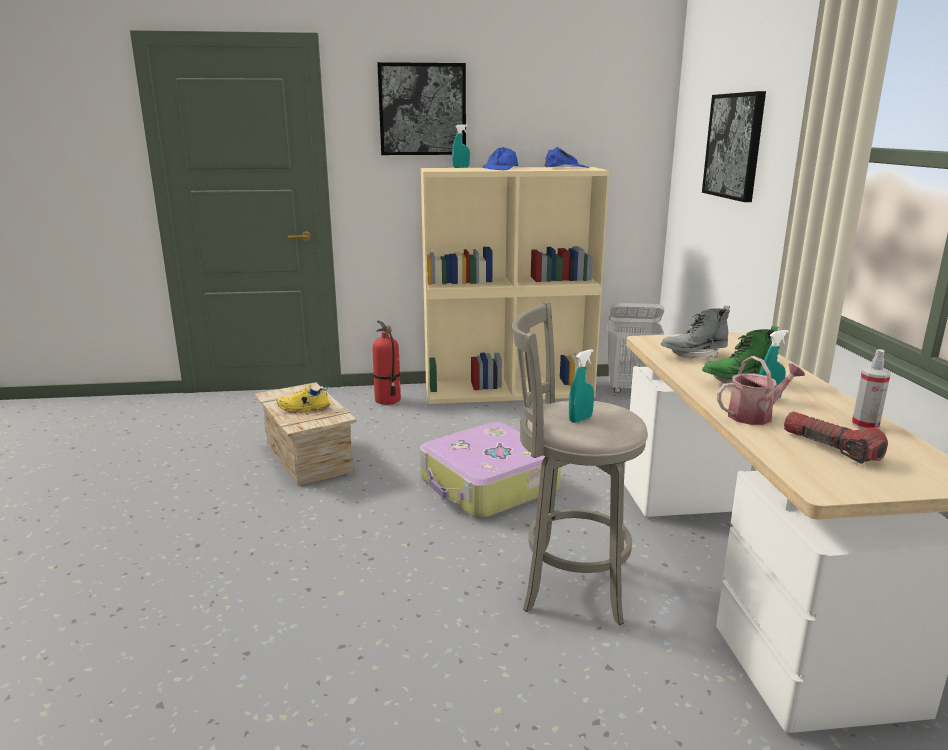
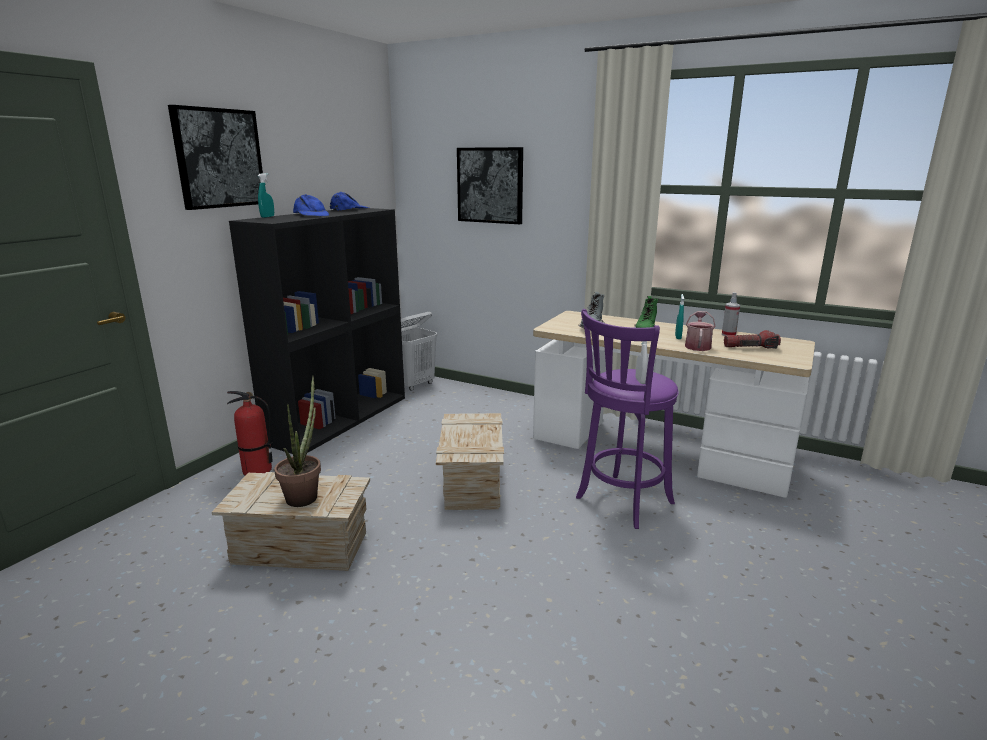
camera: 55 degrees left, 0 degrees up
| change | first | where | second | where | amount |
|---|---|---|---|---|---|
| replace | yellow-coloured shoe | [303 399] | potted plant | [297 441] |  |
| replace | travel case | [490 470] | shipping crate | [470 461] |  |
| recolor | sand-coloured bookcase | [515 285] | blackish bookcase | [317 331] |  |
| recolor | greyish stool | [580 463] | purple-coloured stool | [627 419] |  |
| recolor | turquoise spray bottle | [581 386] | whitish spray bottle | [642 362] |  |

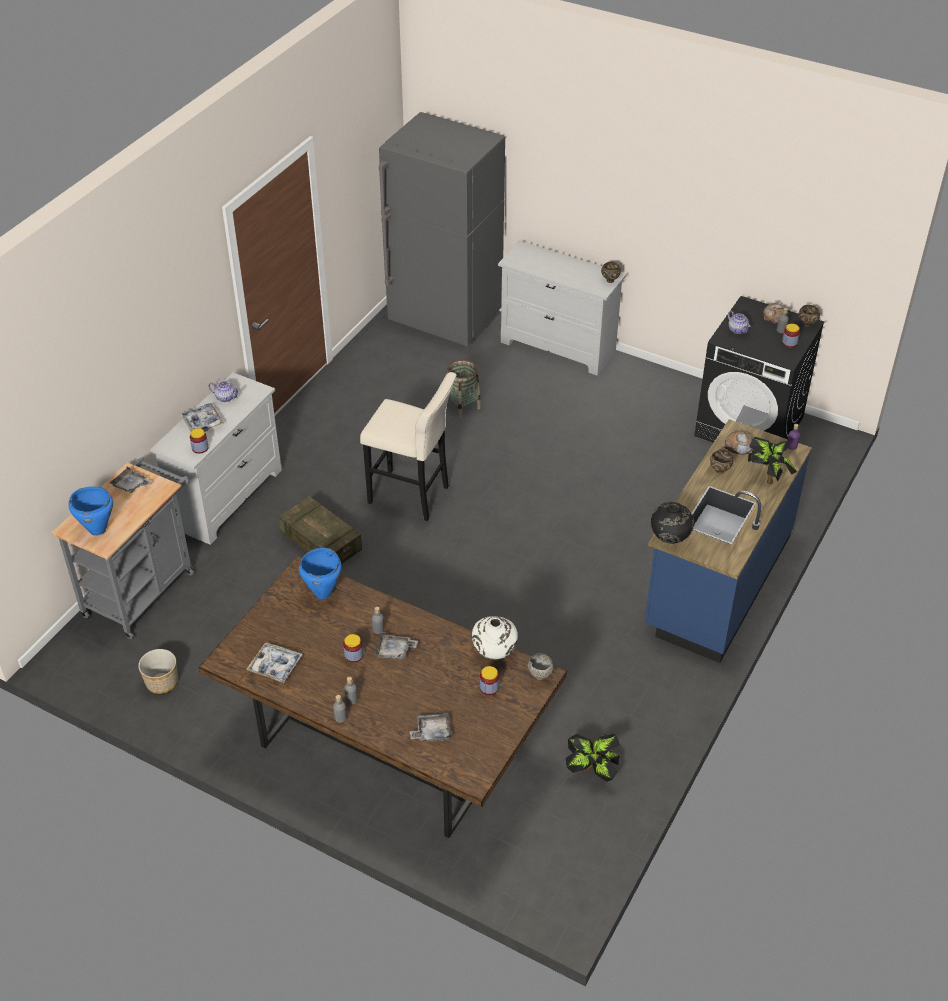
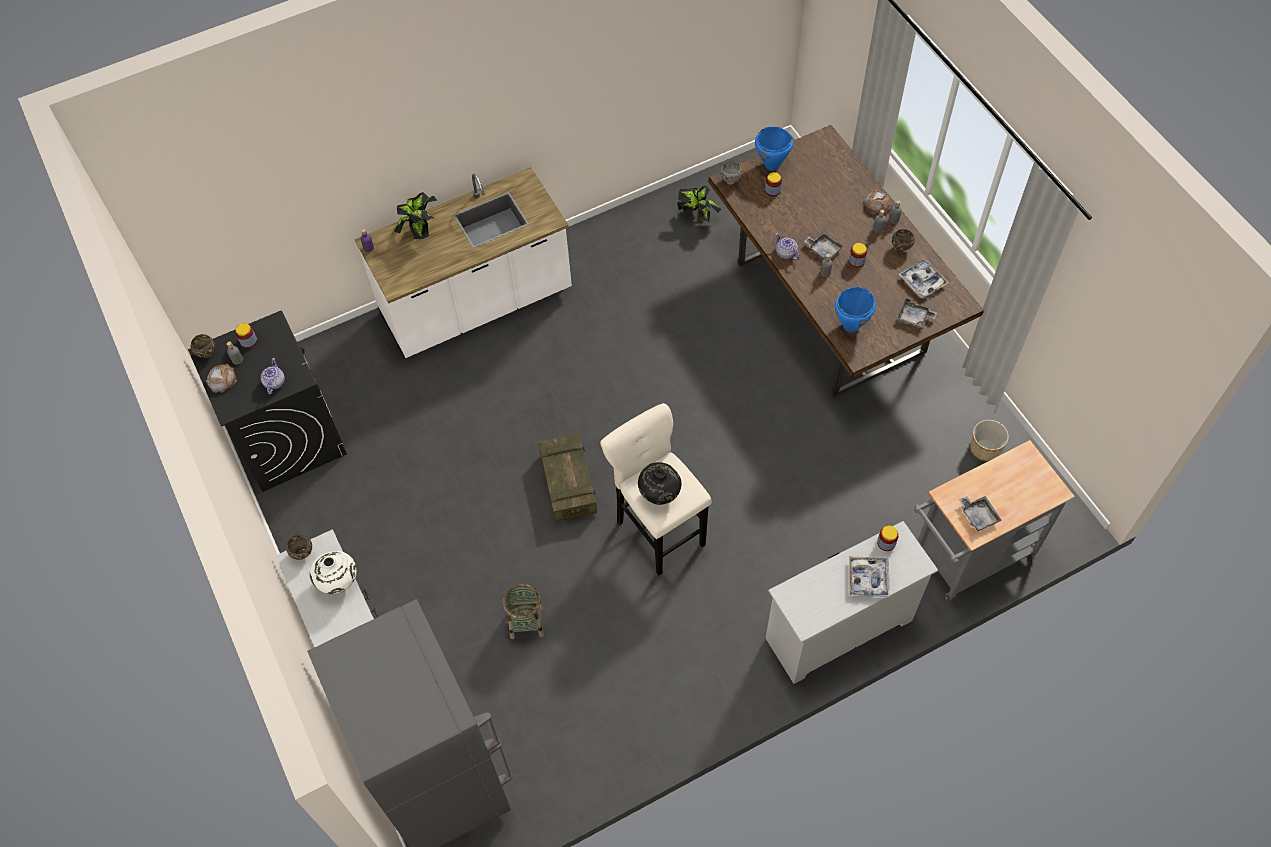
camera: 145 degrees left, 15 degrees up
| change | first | where | second | where | amount |
|---|---|---|---|---|---|
| move | bluish stockpot | [91 511] |  | [774 148] |  |
| move | pot for tea | [224 391] |  | [787 246] |  |
| move | shipping crate | [320 530] |  | [567 478] |  |
| move | greyish tray | [431 727] |  | [917 313] |  |
| move | whitish vase | [495 638] |  | [333 572] |  |
| move | blackish vase | [673 523] |  | [659 483] |  |
| move | brownish serving bowl | [721 462] |  | [903 240] |  |
| move | bakery bread | [738 443] |  | [878 202] |  |
| recolor | bluish counter | [728 541] | whitish counter | [463 262] |  |

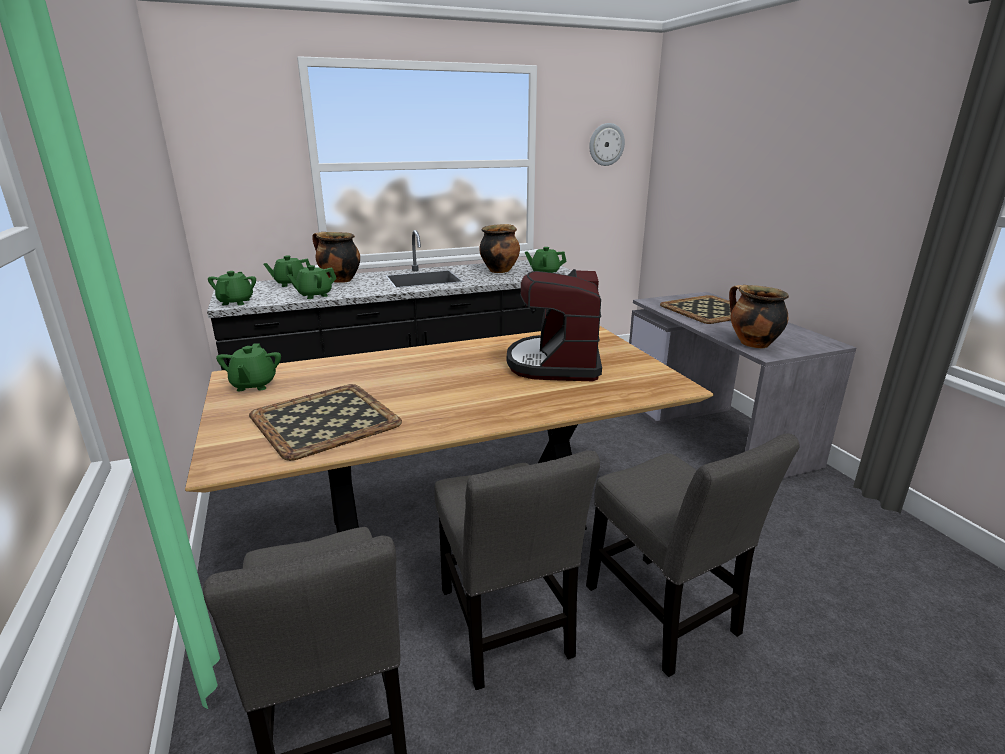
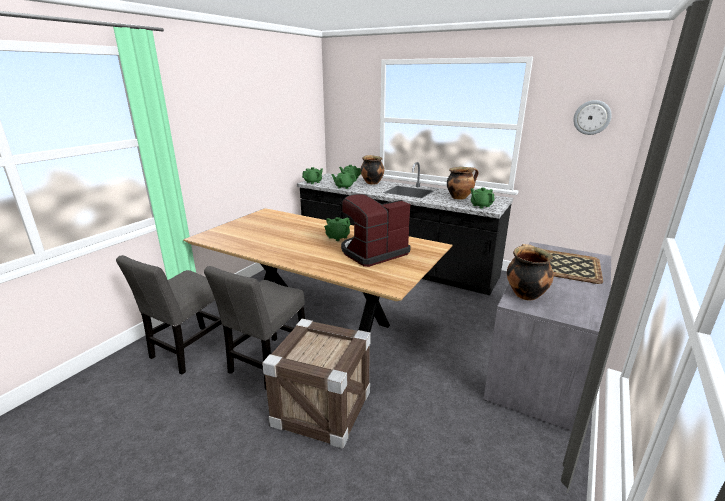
camera: 50 degrees right, 0 degrees up
| change | first | where | second | where | amount |
|---|---|---|---|---|---|
| delete | tray | [325 422] |  |  |  |
| move | green-coloured pot for tea | [248 367] |  | [337 229] |  |
| replace | greyish upright chair | [693 555] | shipping crate | [316 384] |  |

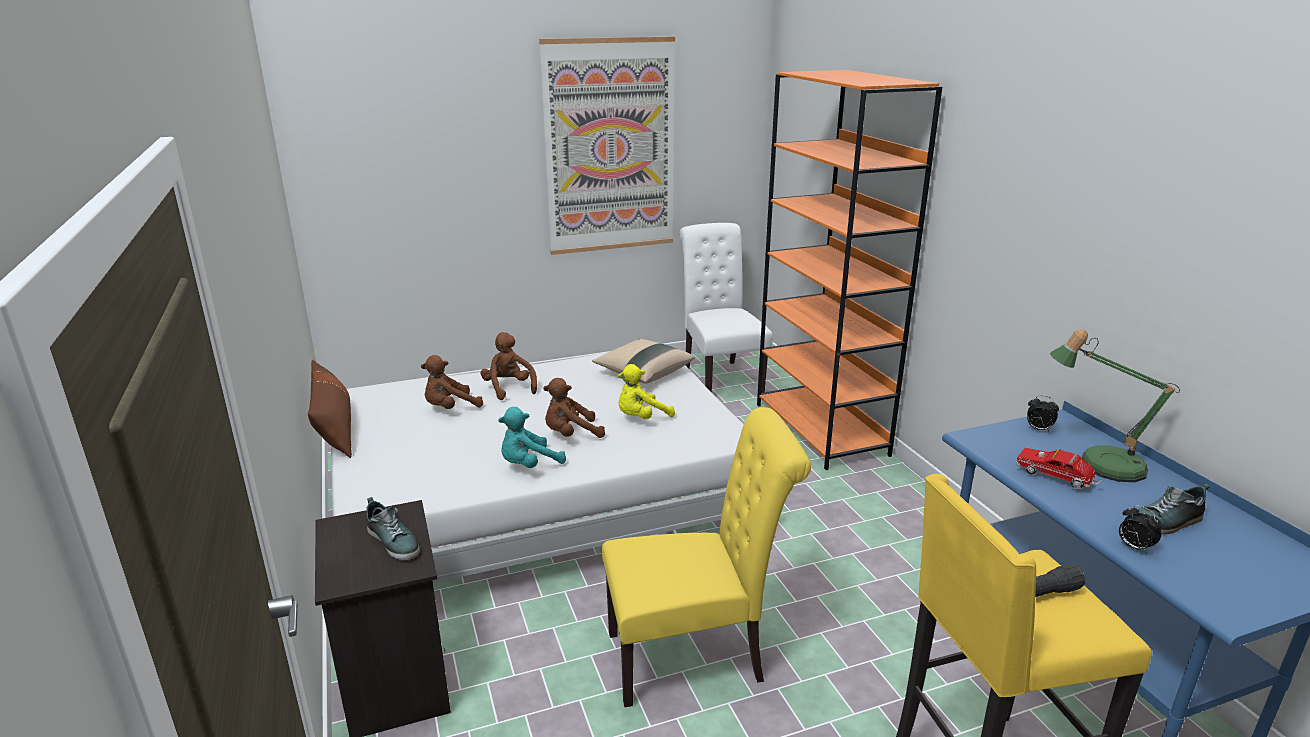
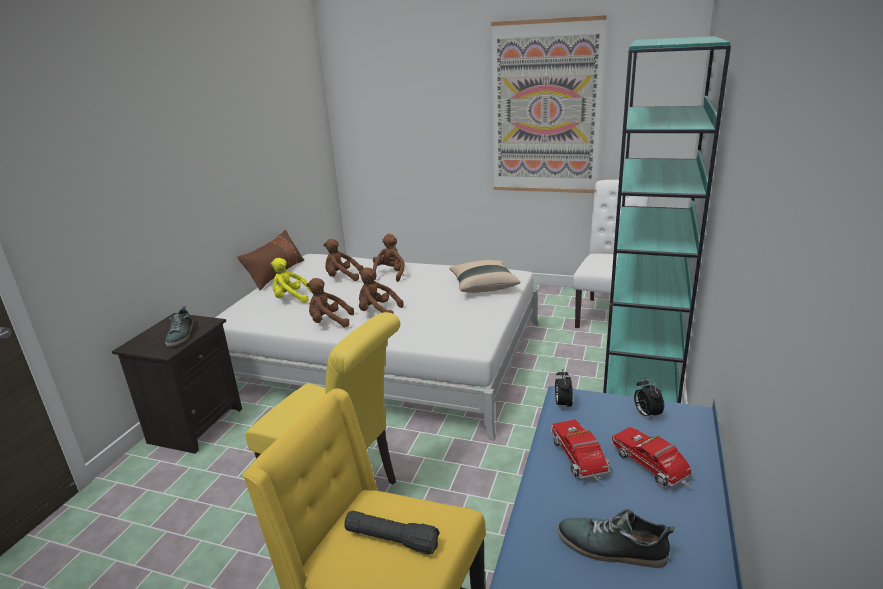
camera: 40 degrees right, 0 degrees up
| change | first | where | second | where | amount |
|---|---|---|---|---|---|
| move | yellow-coloured plush toy | [646 391] |  | [291 280] |  |
| move | table clock | [1140 529] |  | [564 389] |  |
| replace | lamp for a table | [1115 405] | toy truck | [652 457] |  |
| recolor | turquoise plush toy | [532 437] | brownish plush toy | [330 302] |  |
| recolor | orangey bookcase | [849 270] | turquoise bookcase | [667 219] |  |

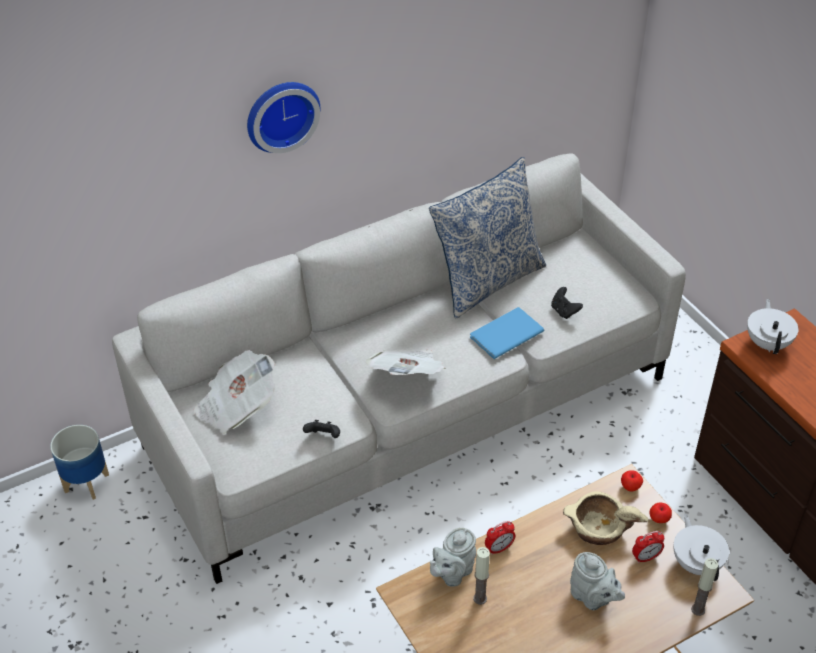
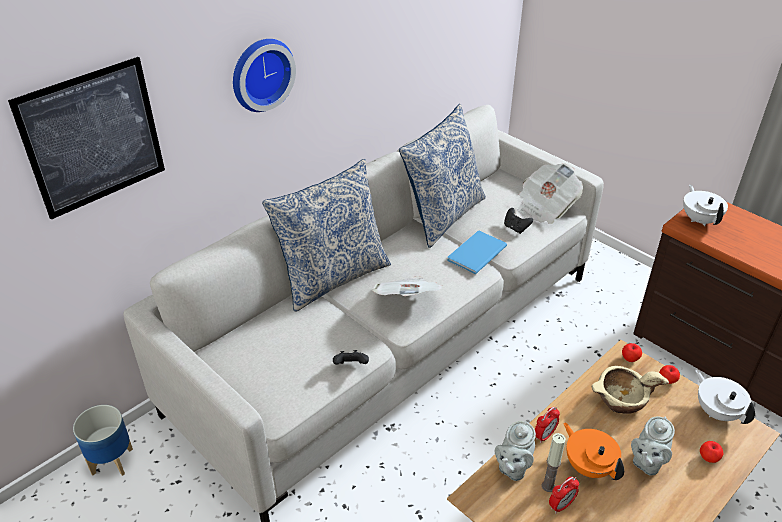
camera: 15 degrees left, 5 degrees down
| change | first | where | second | where | amount |
|---|---|---|---|---|---|
| delete | wax light | [704 587] |  |  |  |
| insert |  |  | wall picture | [86 138] |  |
| insert |  |  | pillow | [326 235] |  |
| insert |  |  | orangey pot for tea | [593 451] |  |
| insert |  |  | apple | [711 452] |  |
| move | printed paper | [234 392] |  | [549 194] |  |
| move | table clock | [648 547] |  | [564 495] |  |
| rotate | greyish pot for tea | [597 581] |  | [653 445] | 90 degrees clockwise |

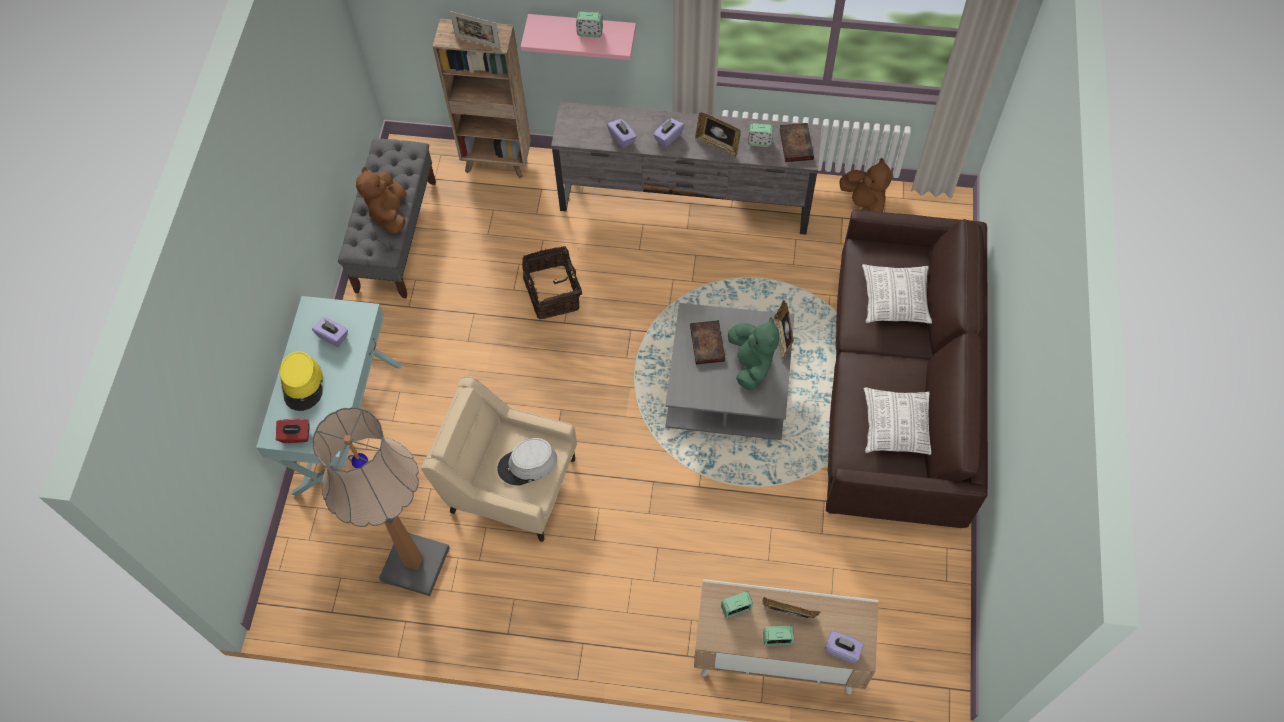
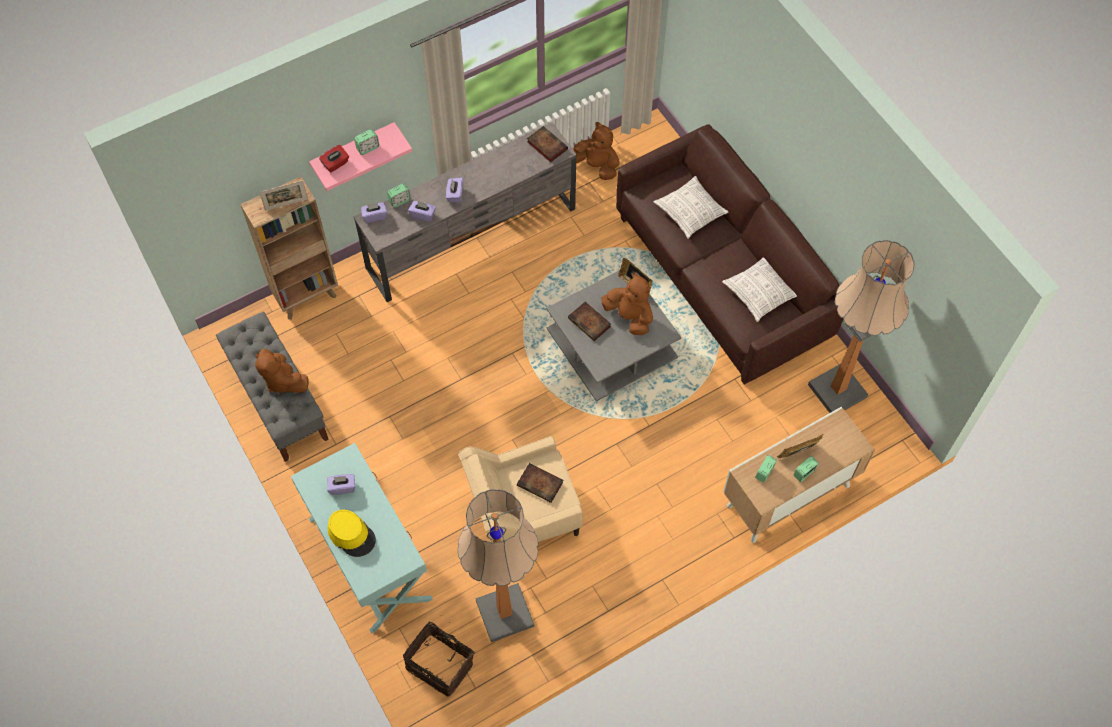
camera: 40 degrees left, 0 degrees up
| change | first | where | second | where | amount |
|---|---|---|---|---|---|
| delete | photo frame | [718 135] |  |  |  |
| insert |  |  | standing lamp | [861 326] |  |
| move | red tissue box | [292 431] |  | [334 158] |  |
| move | household basket | [552 282] |  | [439 656] |  |
| move | table clock | [761 135] |  | [399 196] |  |
| move | purple-coloured tissue box | [844 647] |  | [374 212] |  |
| replace | greyish wearable hat | [527 461] | bound book | [540 483] |  |
| recolor | green-coloured plush toy | [753 353] | brownish plush toy | [627 303] |  |

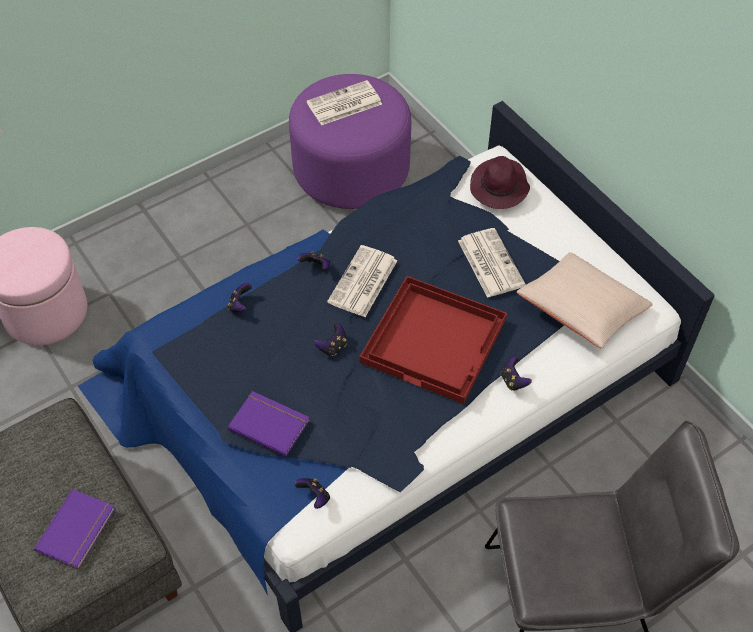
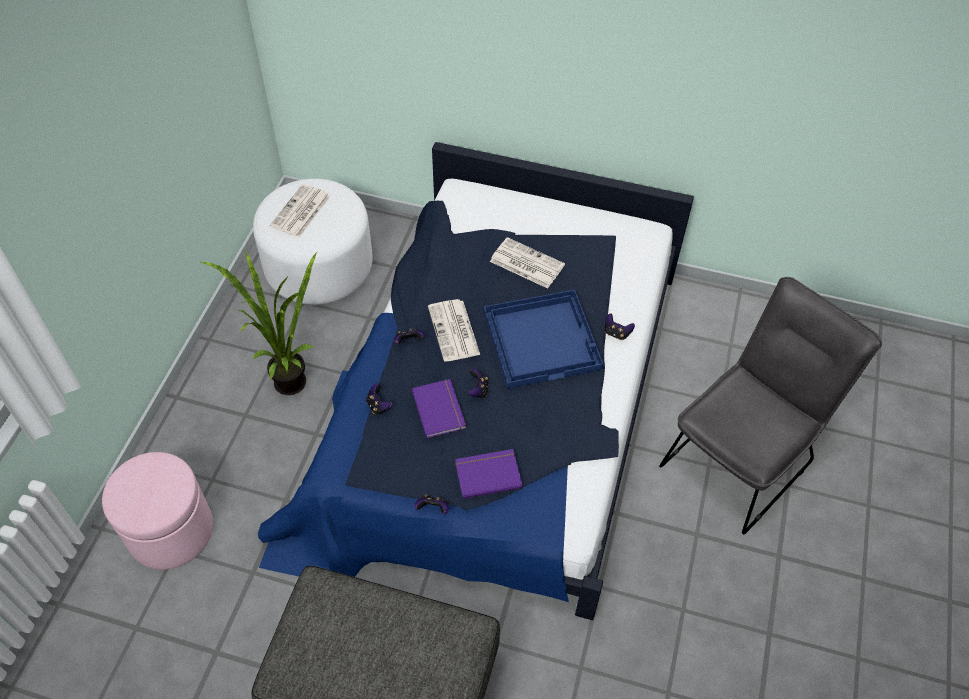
camera: 40 degrees left, 0 degrees up
| change | first | where | second | where | amount |
|---|---|---|---|---|---|
| delete | purple-coloured wearable hat | [500 182] |  |  |  |
| delete | sand-coloured pillow | [585 300] |  |  |  |
| insert |  |  | potted plant | [258 323] |  |
| move | purple-coloured bound book | [74 529] |  | [439 408] |  |
| move | joypad | [312 493] |  | [431 504] |  |
| recolor | purple-coloured pouffe | [350 141] | whitish pouffe | [313 242] |  |
| recolor | red tray | [433 340] | bluish tray | [544 339] |  |

